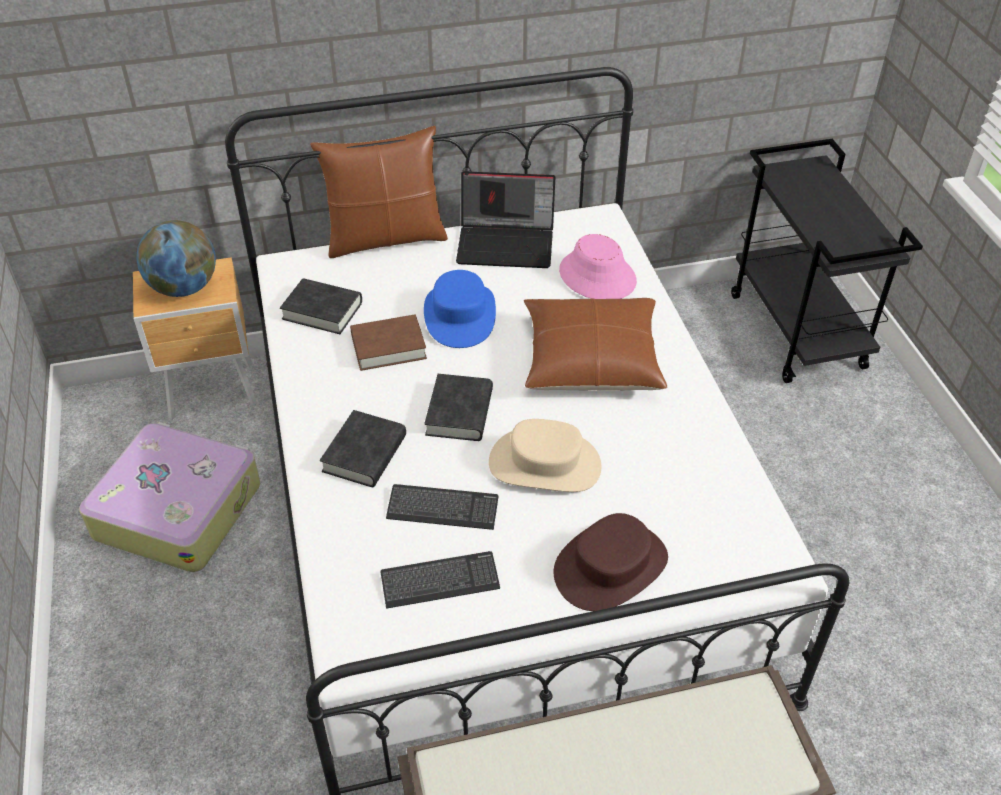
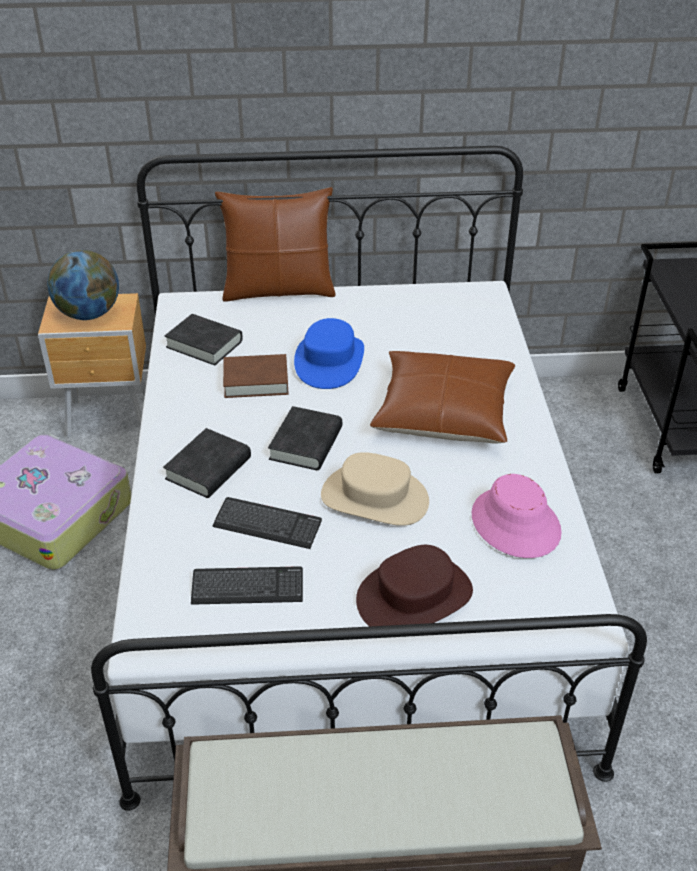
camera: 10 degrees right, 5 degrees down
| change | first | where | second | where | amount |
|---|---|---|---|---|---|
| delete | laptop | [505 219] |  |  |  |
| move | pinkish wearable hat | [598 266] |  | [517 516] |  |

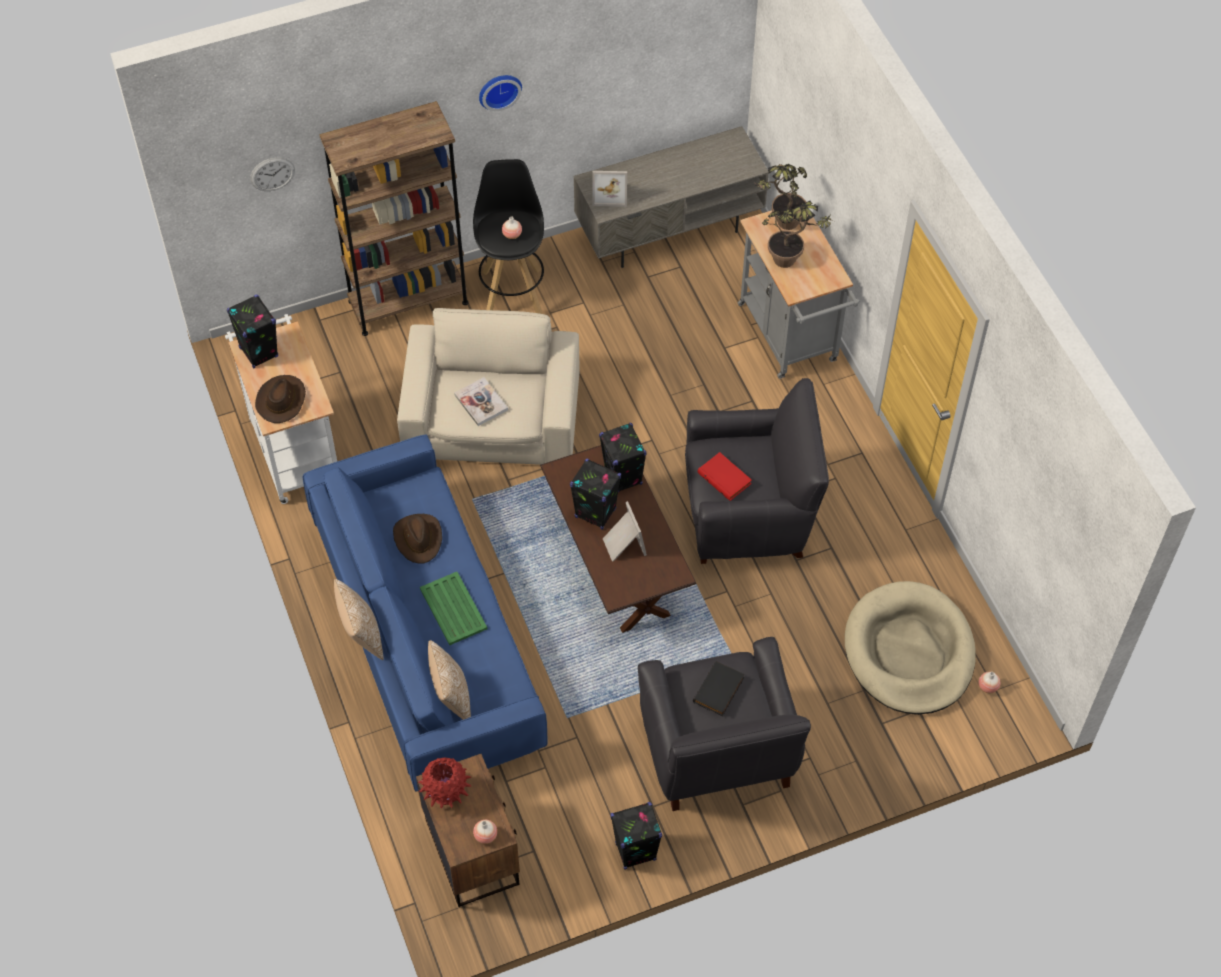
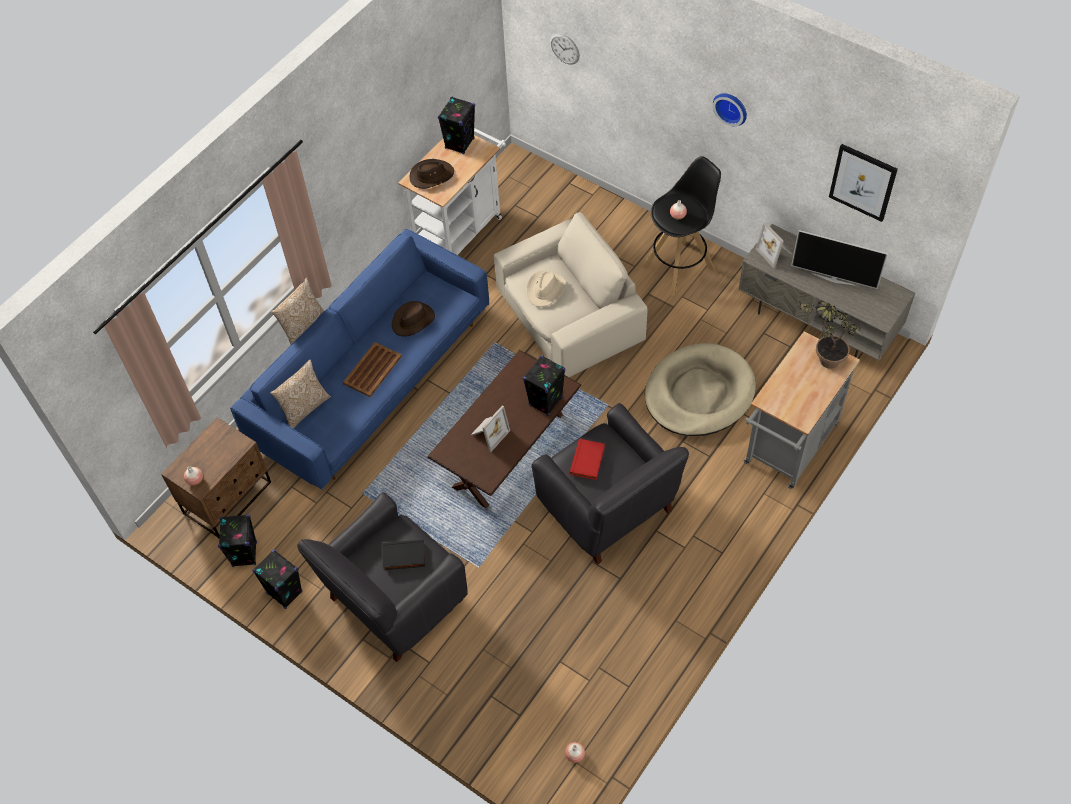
camera: 60 degrees right, 0 degrees up
| change | first | where | second | where | amount |
|---|---|---|---|---|---|
| delete | brownish bookcase | [393 218] |  |  |  |
| delete | red vase | [444 782] |  |  |  |
| delete | potted plant | [797 234] |  |  |  |
| insert |  |  | TV | [839 259] |  |
| insert |  |  | wall picture | [863 183] |  |
| move | blackish loudspeaker | [595 494] |  | [237 540] |  |
| move | sand-coloured dog bed | [910 648] |  | [700 389] |  |
| replace | bound book | [481 401] | sand-coloured wearable hat | [546 289] |  |
| recolor | green-coloured tray | [453 608] | brownish tray | [372 369] |  |

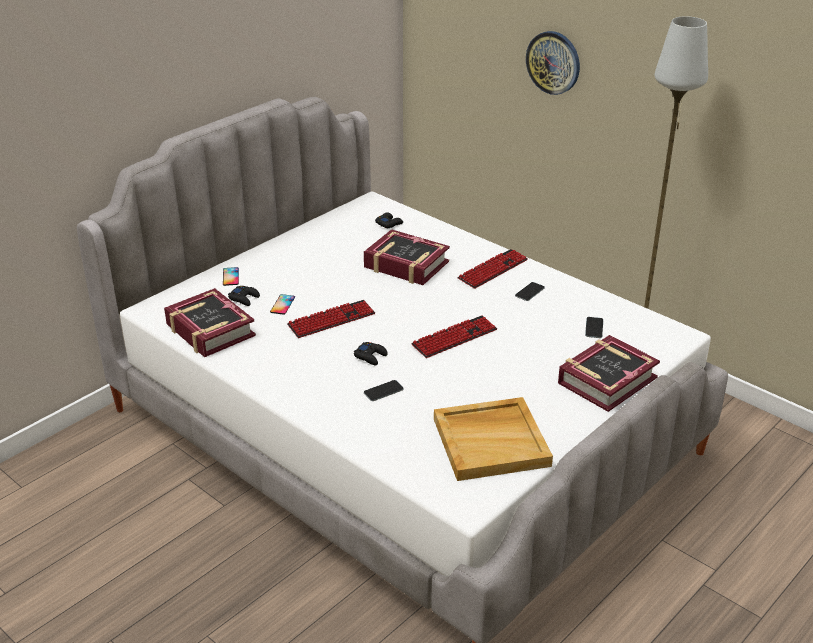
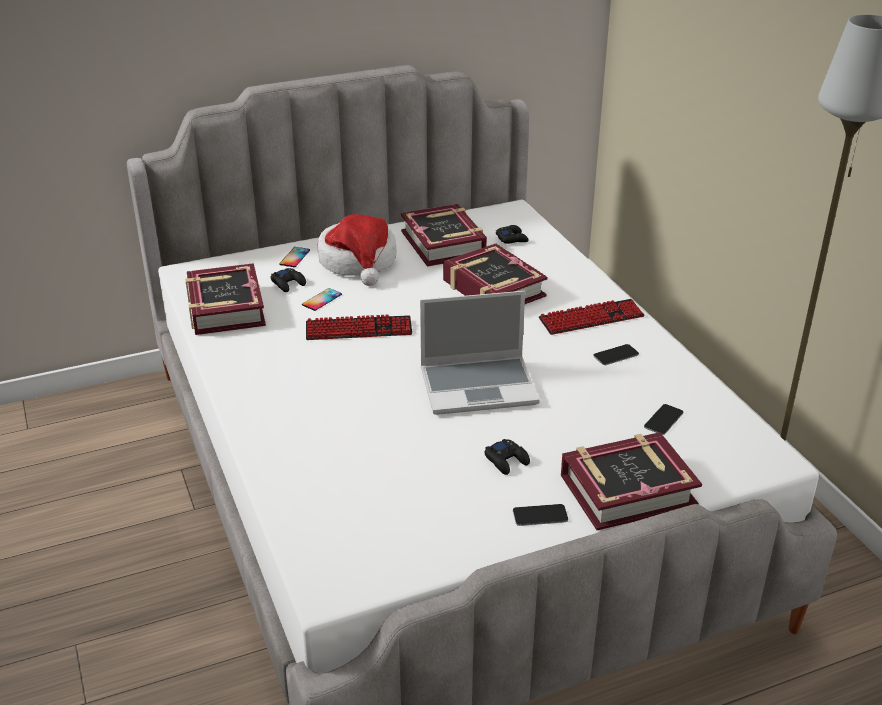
camera: 25 degrees right, 0 degrees up
| change | first | where | second | where | amount |
|---|---|---|---|---|---|
| delete | sand-coloured tray | [493 439] |  |  |  |
| delete | clock on the wall | [553 63] |  |  |  |
| insert |  |  | wearable hat | [357 250] |  |
| insert |  |  | bound book | [444 235] |  |
| move | blackish joypad | [371 354] |  | [507 457] |  |
| move | phone | [384 390] |  | [540 515] |  |
| replace | computer keyboard | [454 336] | laptop | [480 353] |  |

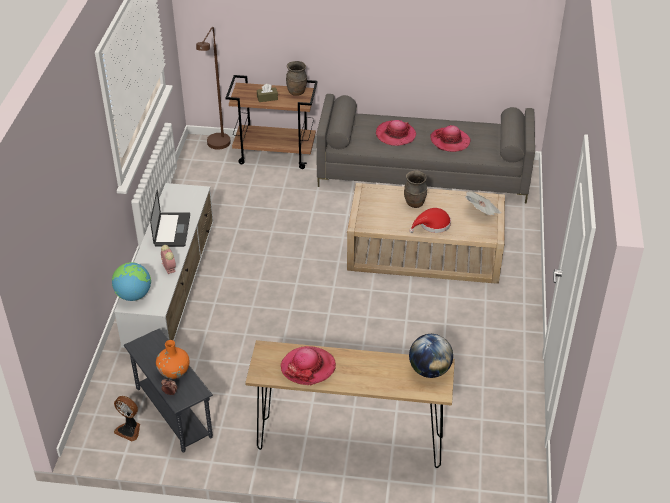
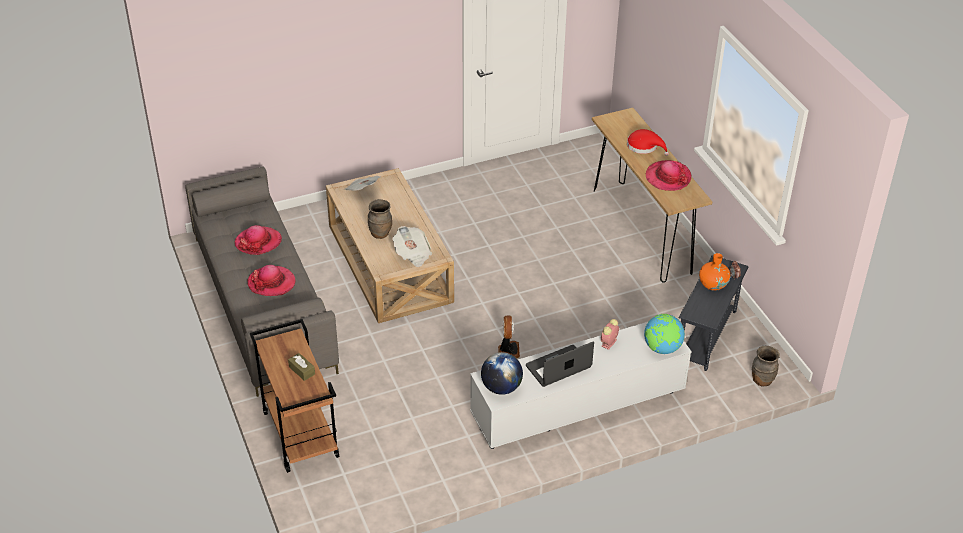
camera: 120 degrees left, 0 degrees up
| change | first | where | second | where | amount |
|---|---|---|---|---|---|
| delete | brownish standing lamp | [213 88] |  |  |  |
| insert |  |  | printed paper | [412 246] |  |
| move | electric fan | [127 418] |  | [509 337] |  |
| move | brownish vase | [296 78] |  | [766 366] |  |
| move | red wearable hat | [430 220] |  | [648 142] |  |
| move | world globe | [431 356] |  | [502 373] |  |

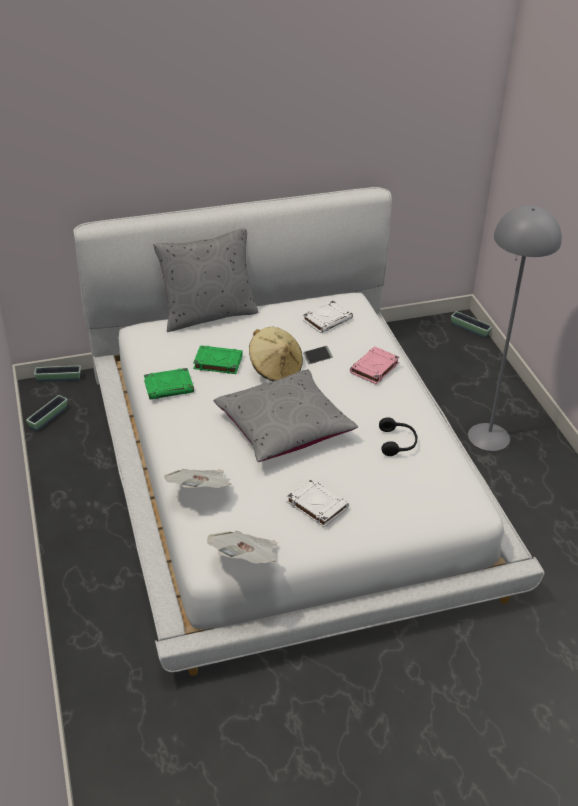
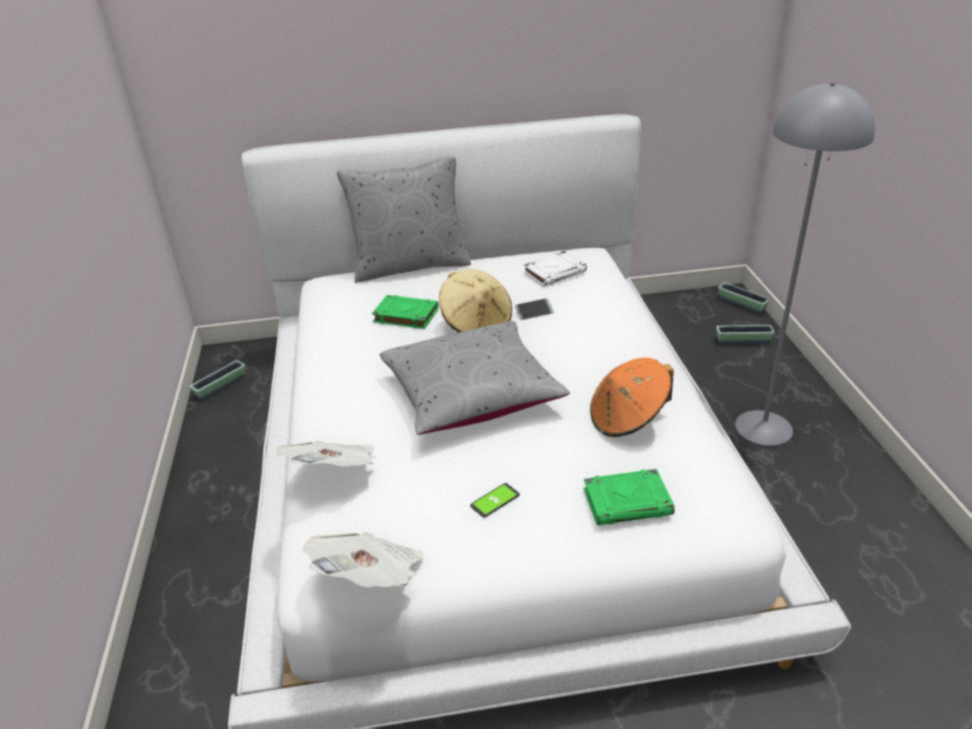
camera: 10 degrees right, 5 degrees down
| change | first | where | second | where | amount |
|---|---|---|---|---|---|
| delete | pinkish bound book | [375 365] |  |  |  |
| move | plant pot | [57 374] |  | [745 334] |  |
| move | green-coloured bound book | [169 384] |  | [629 497] |  |
| replace | whitish bound book | [318 503] | phone | [495 500] |  |
| replace | blackish pair of headphones | [398 436] | orangey wearable hat | [632 397] |  |

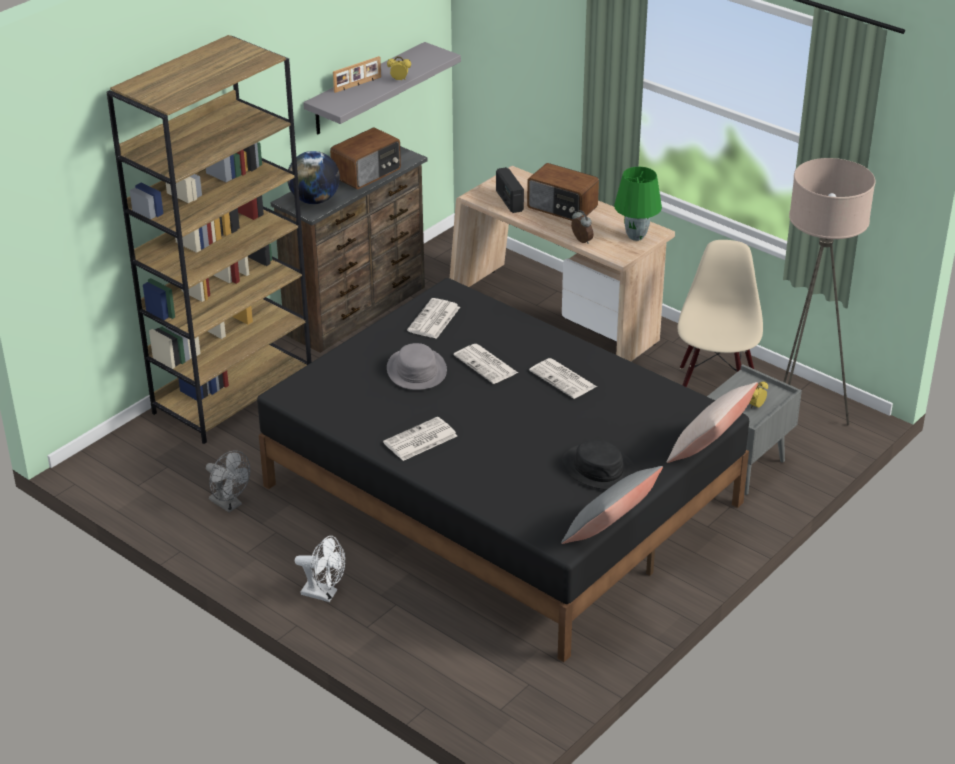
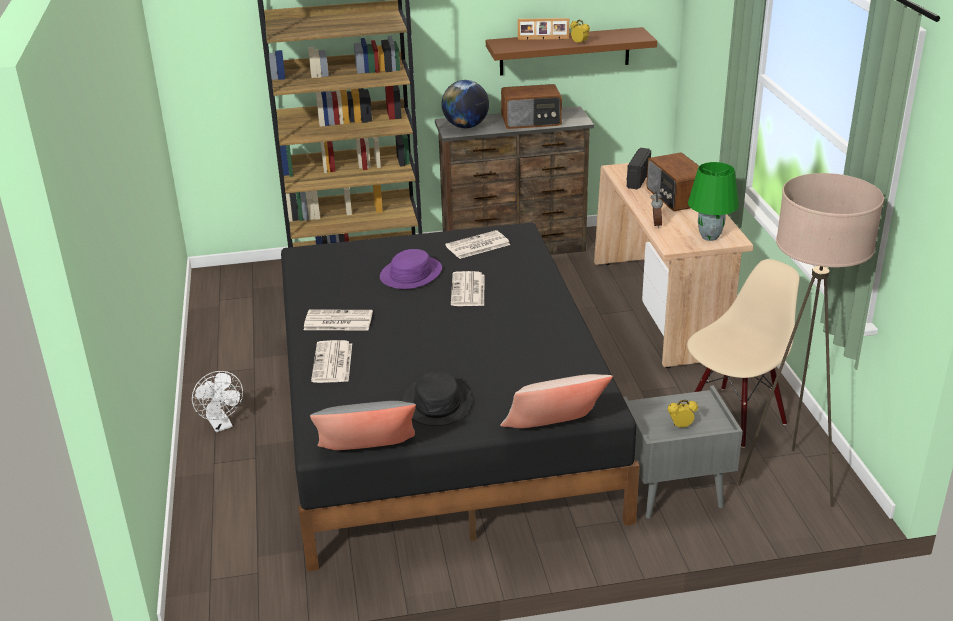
camera: 40 degrees right, 5 degrees down
| change | first | where | second | where | amount |
|---|---|---|---|---|---|
| delete | greyish electric fan | [228 481] |  |  |  |
| move | printed paper | [563 378] |  | [331 361] |  |
| recolor | greyish wall shelf | [382 88] | brownish wall shelf | [571 51] |  |
| recolor | greyish wearable hat | [417 366] | purple-coloured wearable hat | [411 269] |  |

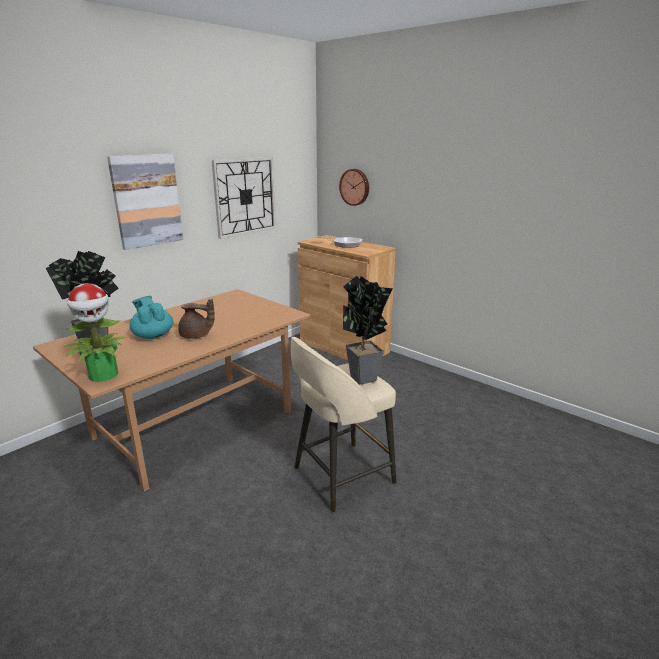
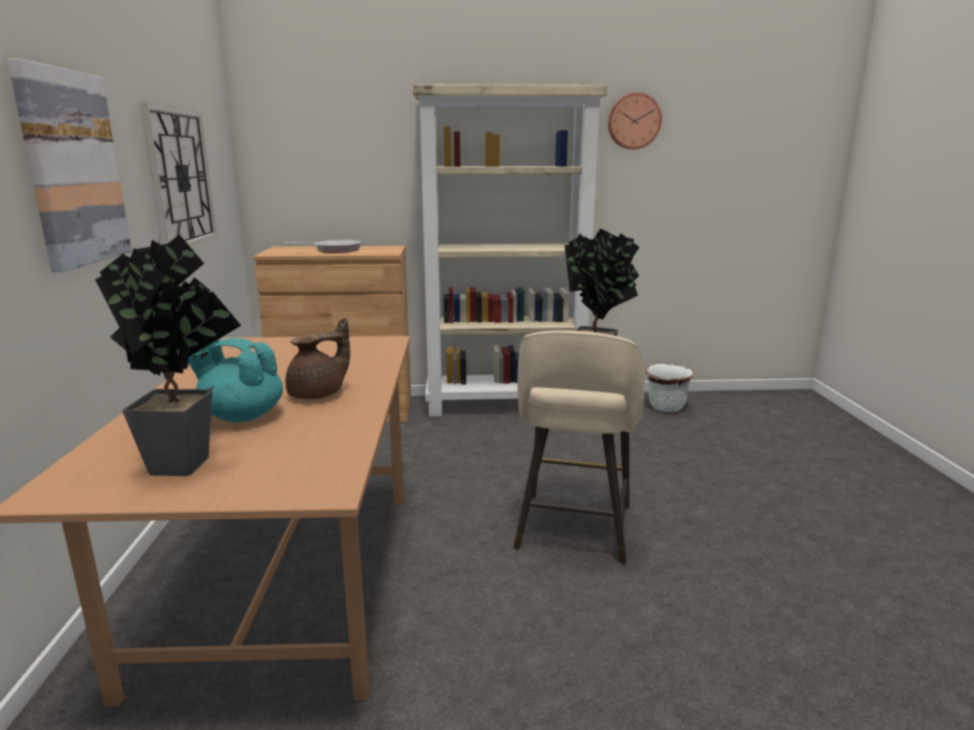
camera: 45 degrees left, 5 degrees down
| change | first | where | second | where | amount |
|---|---|---|---|---|---|
| delete | potted plant | [96 332] |  |  |  |
| insert |  |  | sand-coloured bookcase | [510 250] |  |
| insert |  |  | whitish plant pot | [670 388] |  |
| move | clock on the wall | [354 187] |  | [635 120] |  |

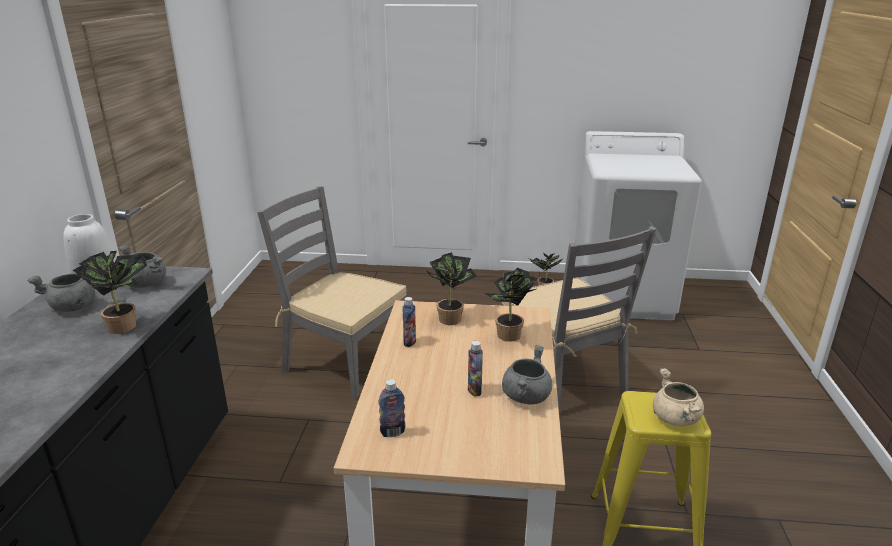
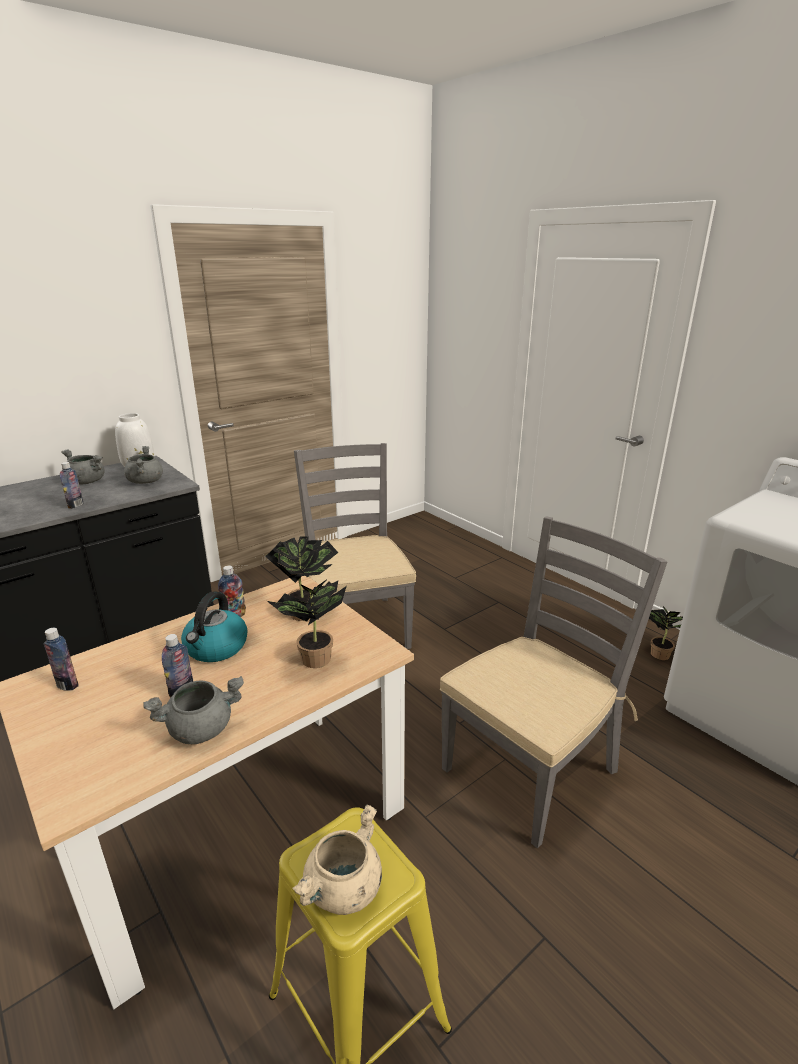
camera: 45 degrees right, 0 degrees up
| change | first | where | second | where | amount |
|---|---|---|---|---|---|
| insert |  |  | water kettle | [214 626] |  |
| replace | potted plant | [110 292] | bottle | [72 485] |  |
| rotate | greyish upright chair | [579 321] |  | [553 682] | 150 degrees counterclockwise |

